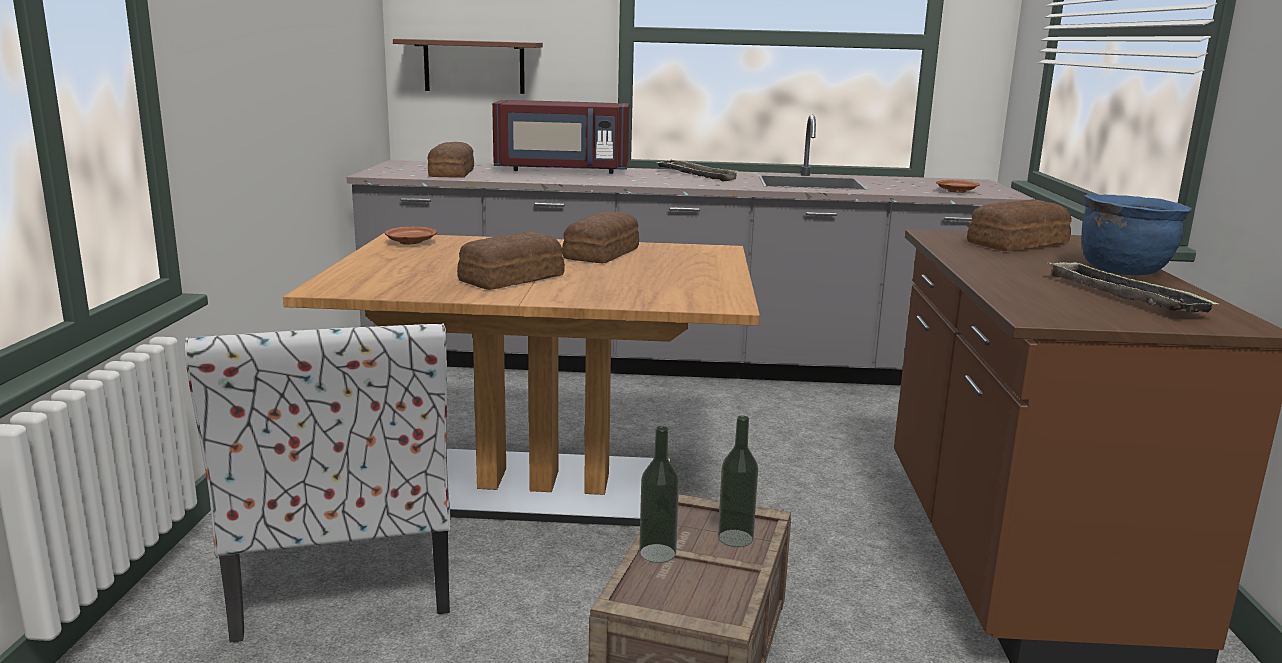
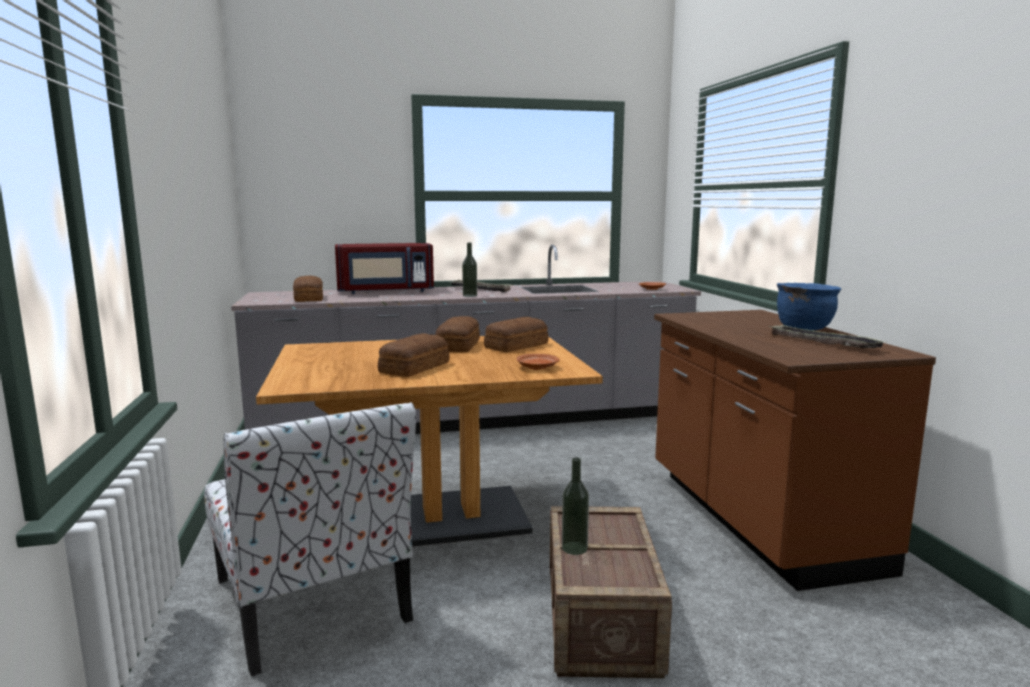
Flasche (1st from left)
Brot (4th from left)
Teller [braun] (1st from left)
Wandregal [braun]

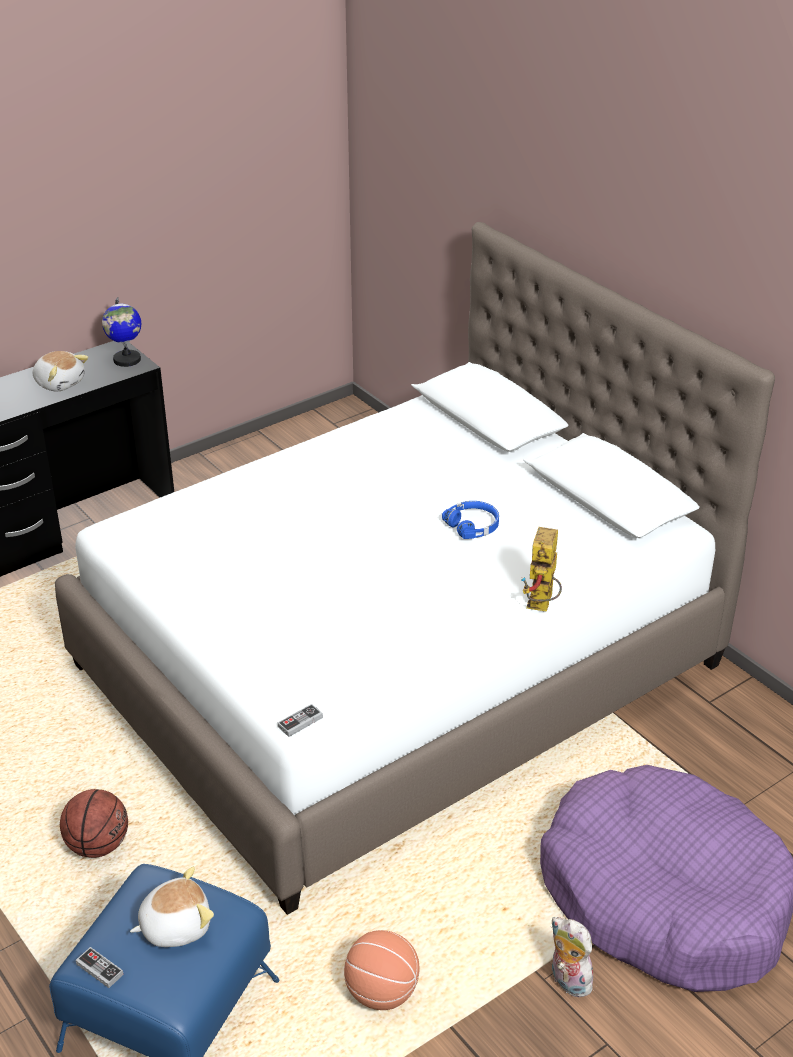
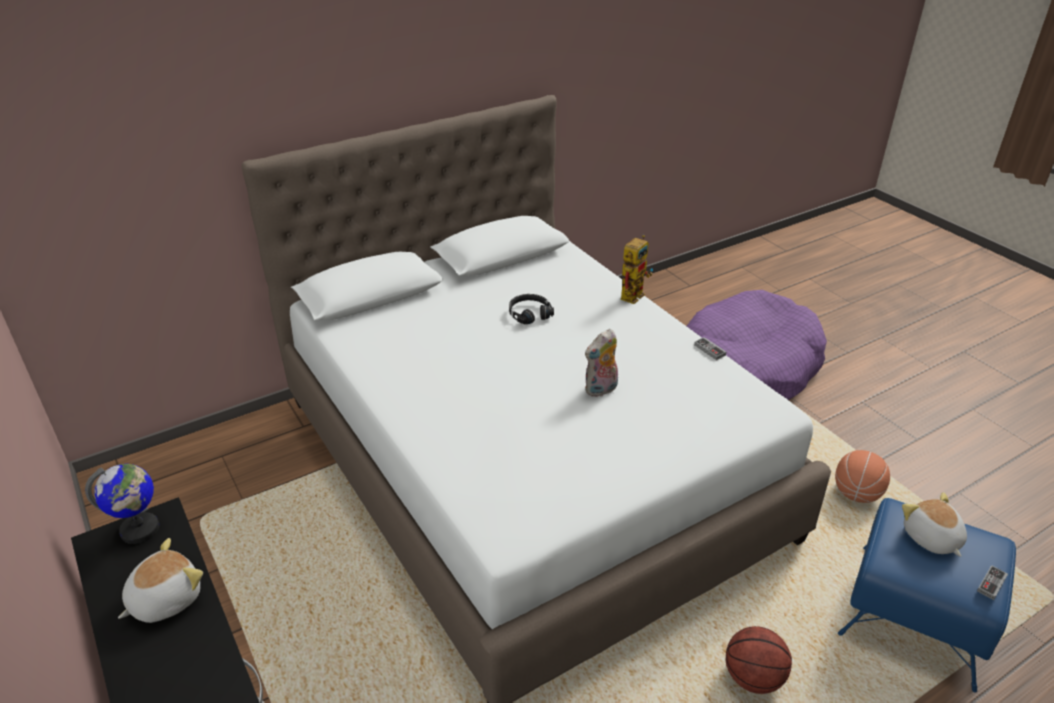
Kopfhörer [schwarz]
Plüschtier (2nd from left)
Spielzeugroboter
Gamepad (1st from left)

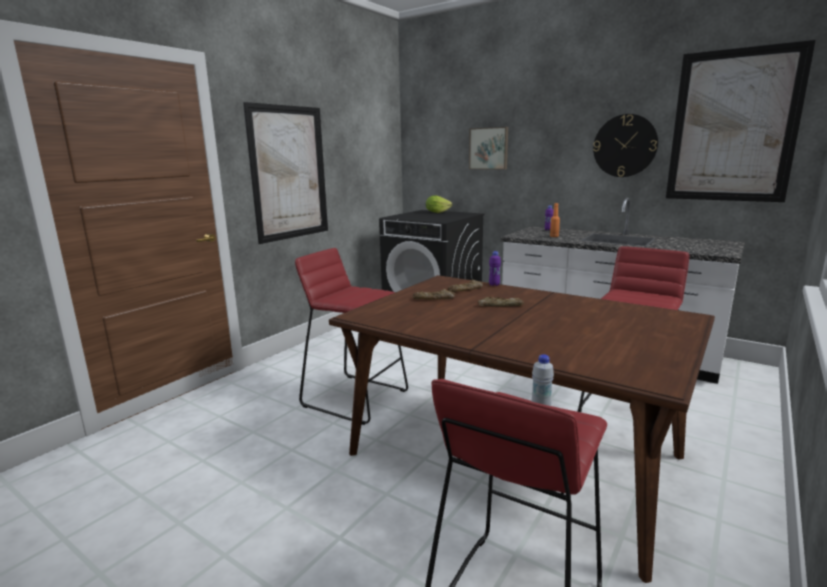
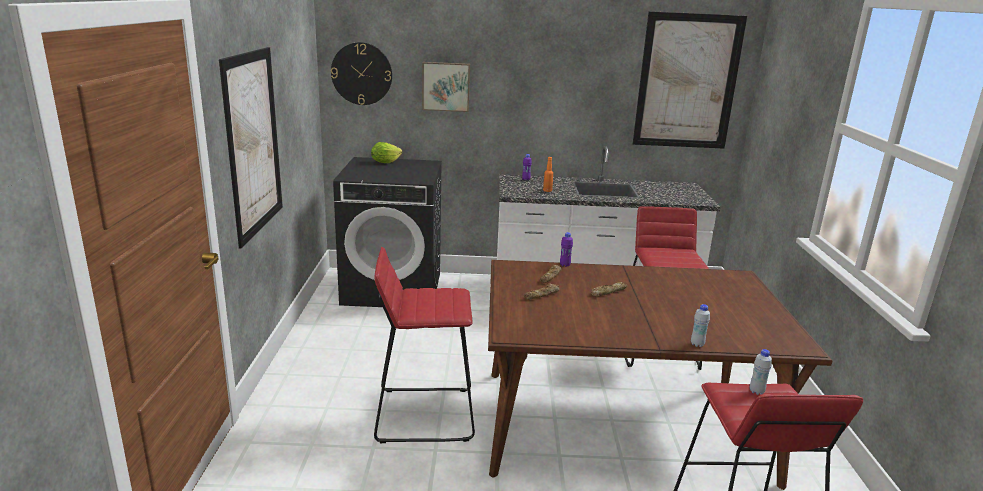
Wanduhr
Flasche [weiß] (1st from left)

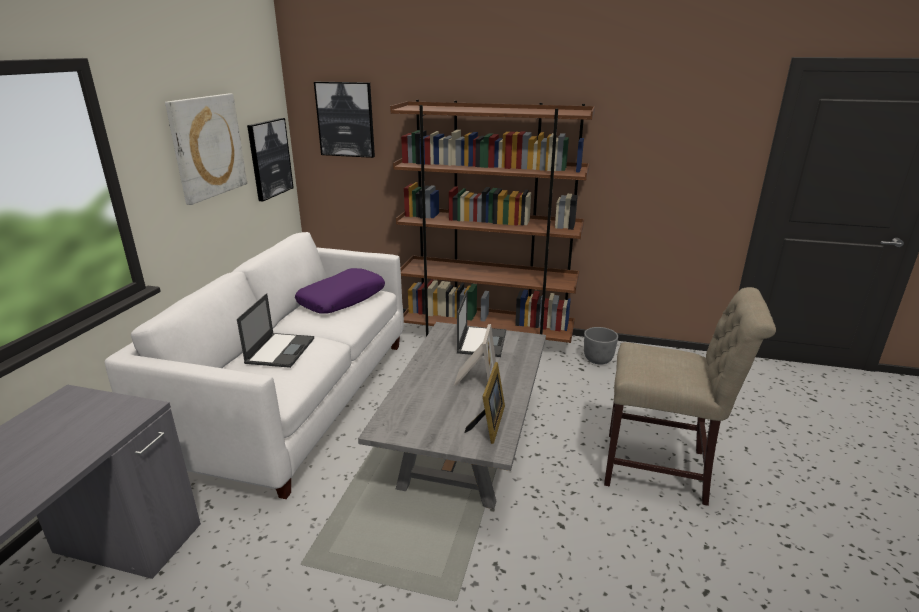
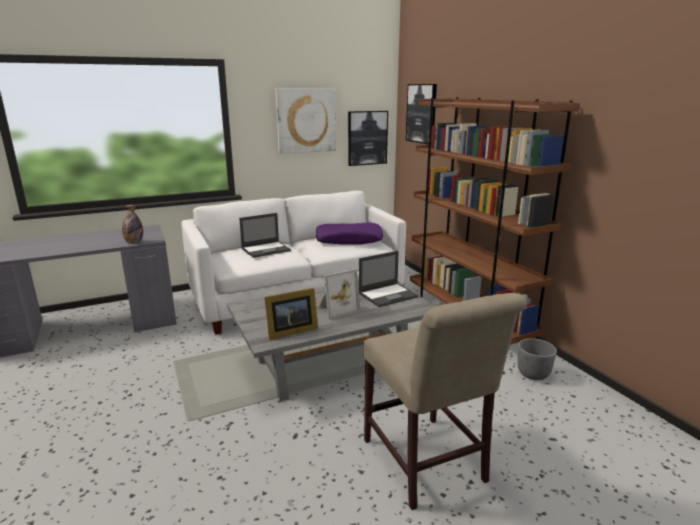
Flasche

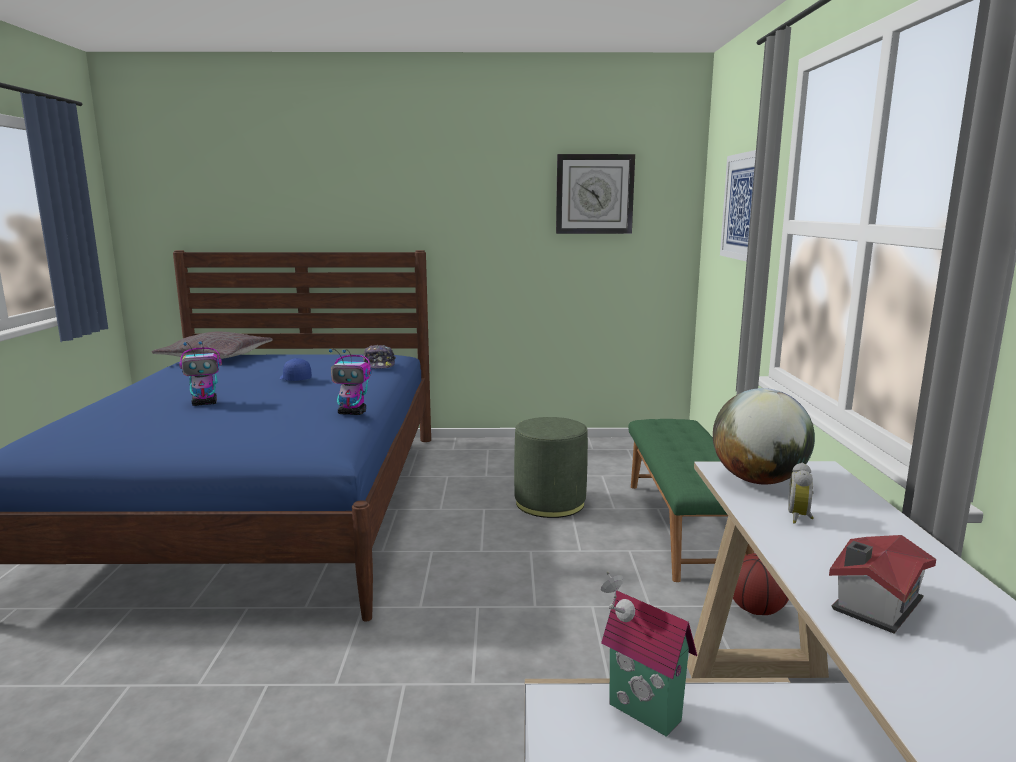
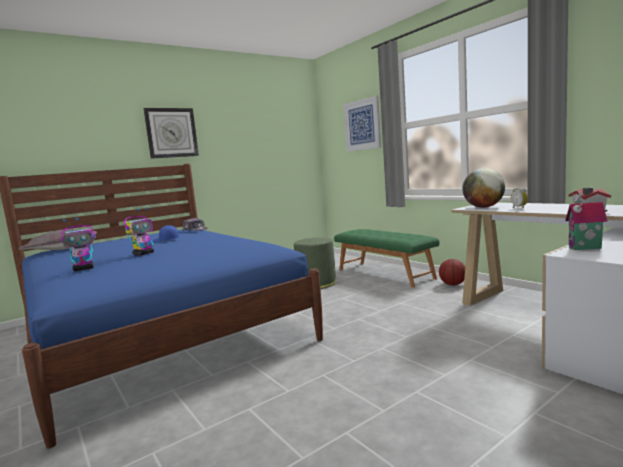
Spielzeugroboter (1st from left)
Wanduhr

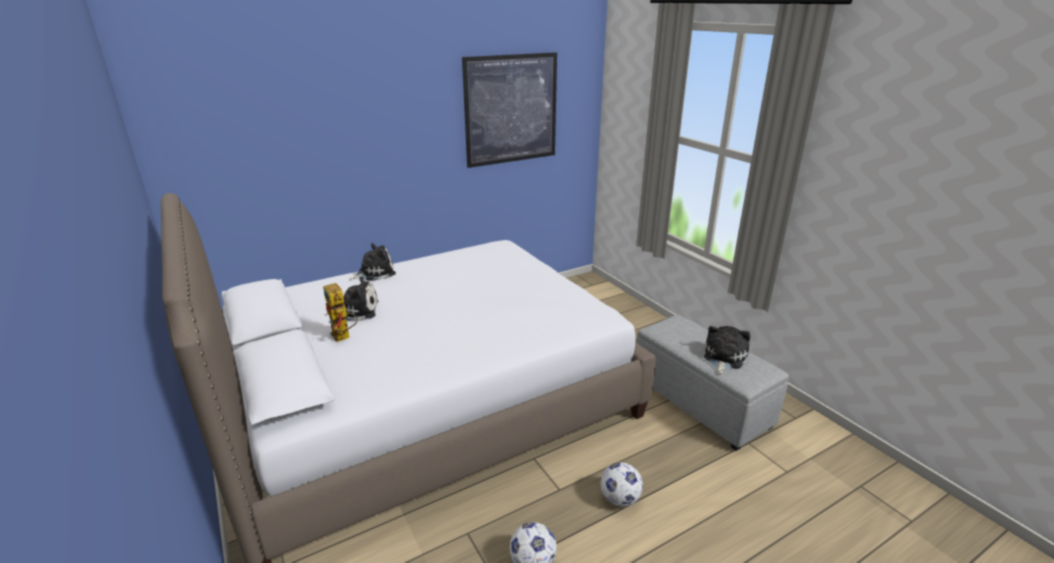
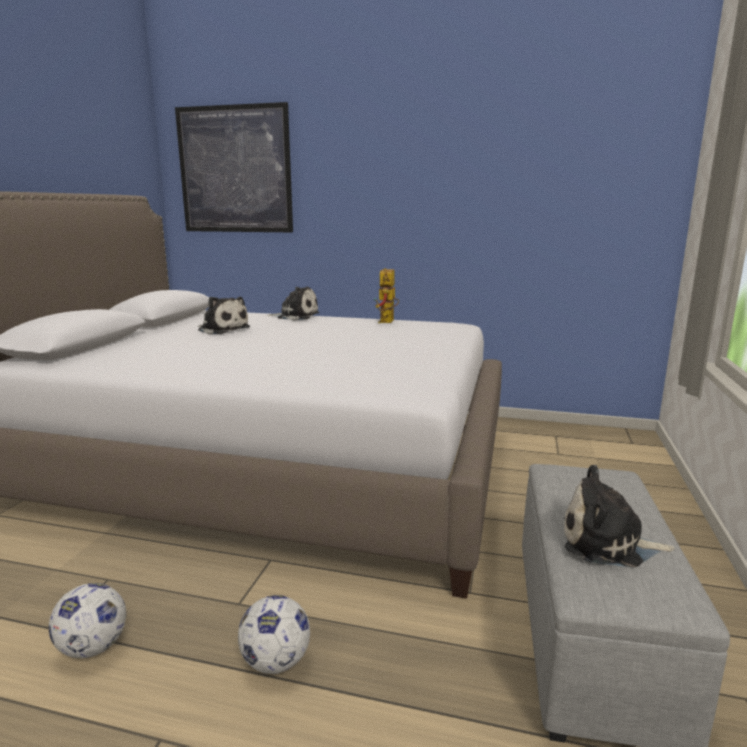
Bild
Spielzeugroboter
Plüschtier (3rd from left)

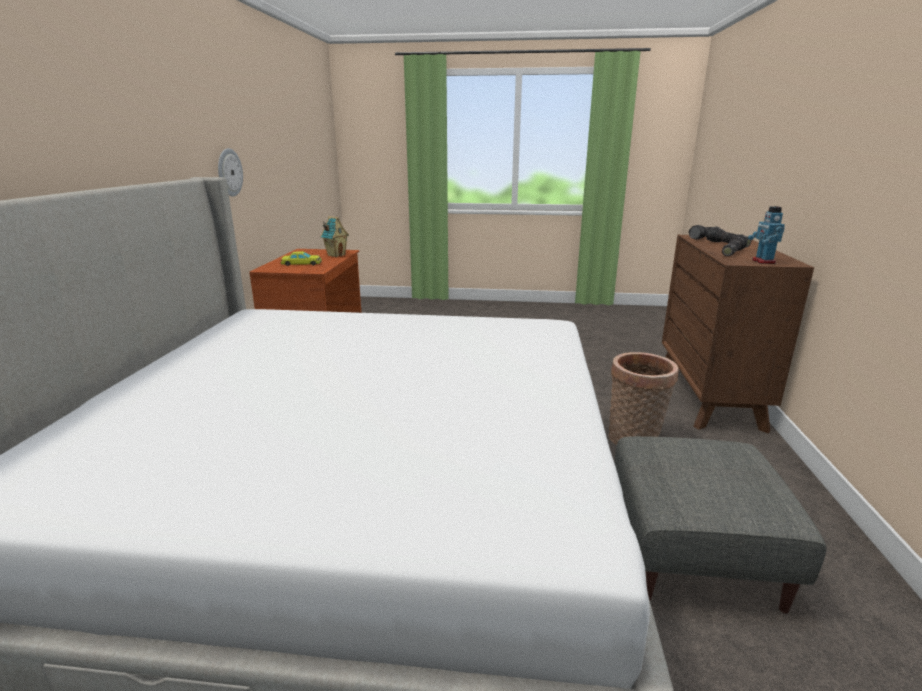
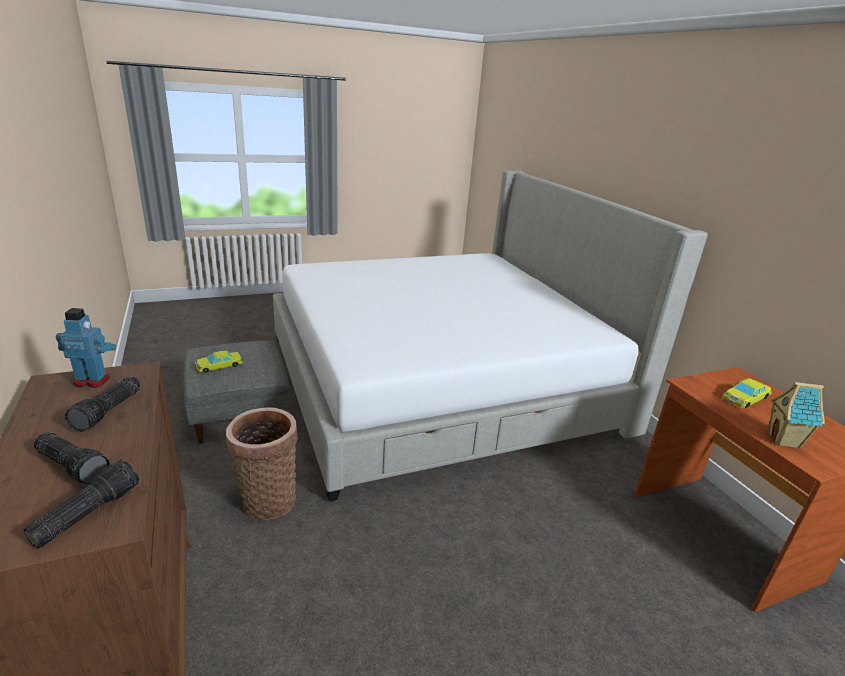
Spielzeugroboter
Spielzeugauto [gelb] (1st from left)
Wanduhr

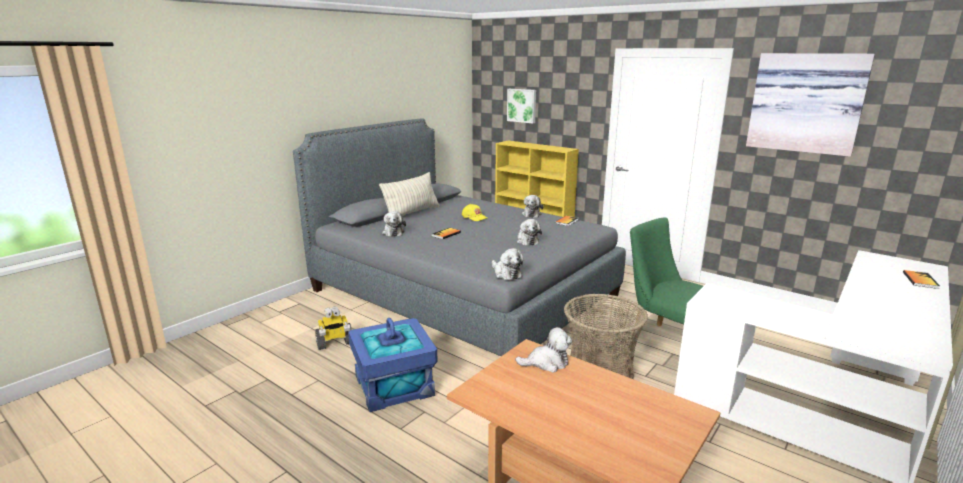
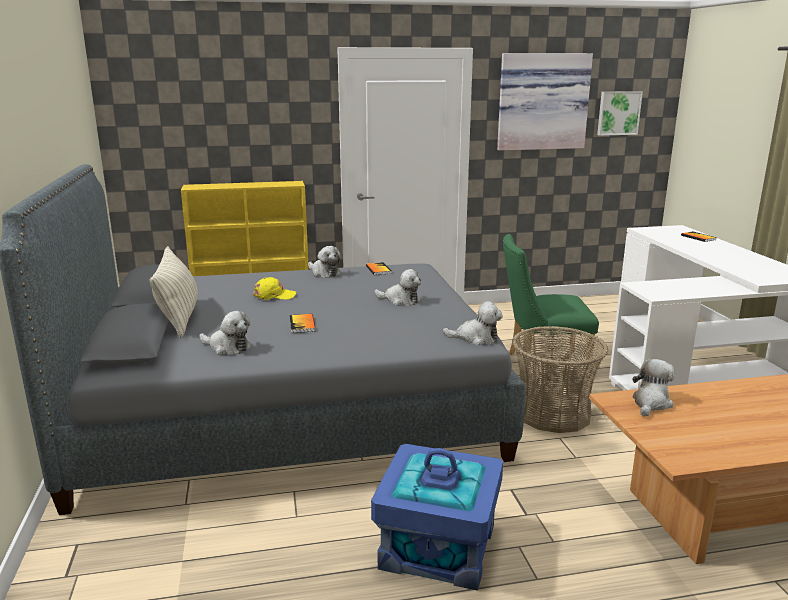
Bild (2nd from left)
Spielzeugroboter

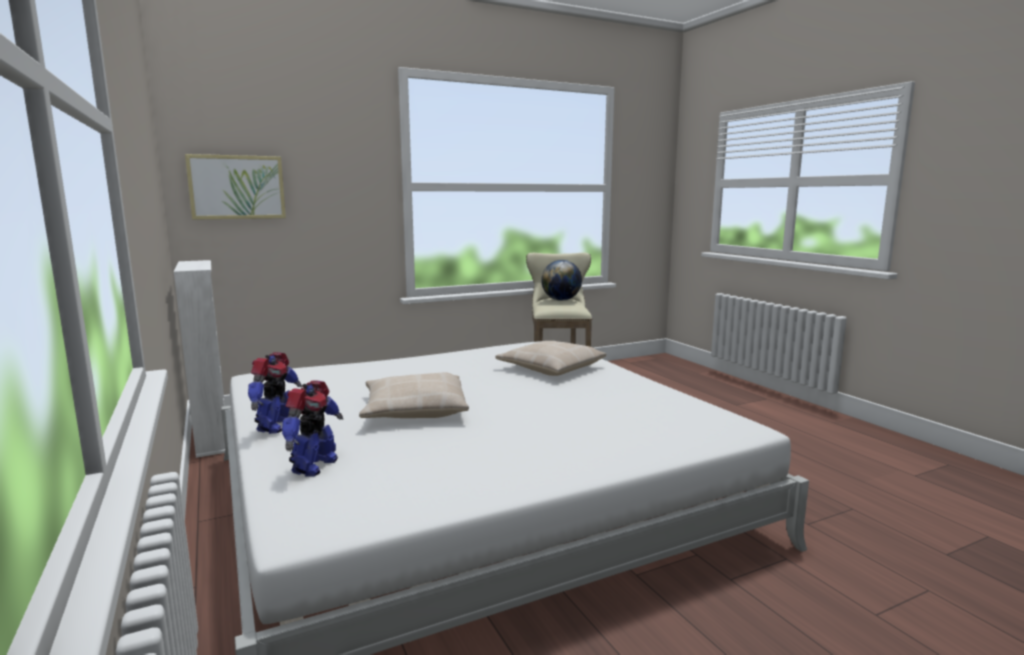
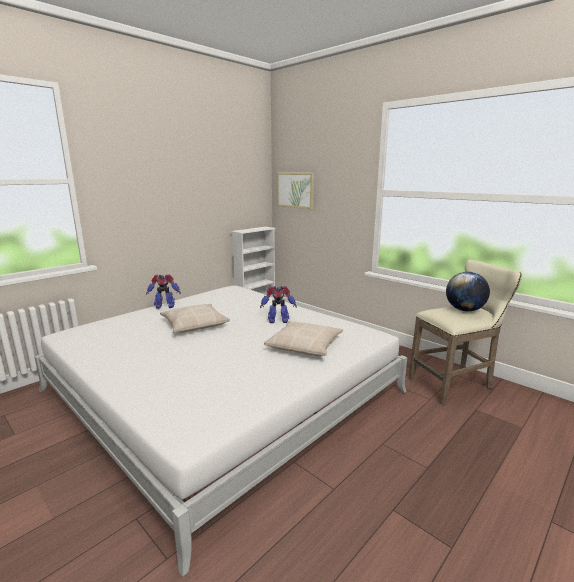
Spielzeugroboter (2nd from left)

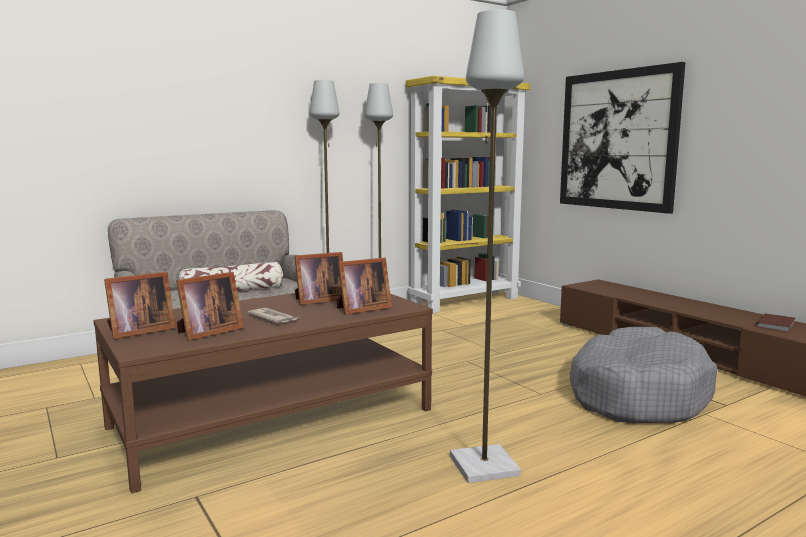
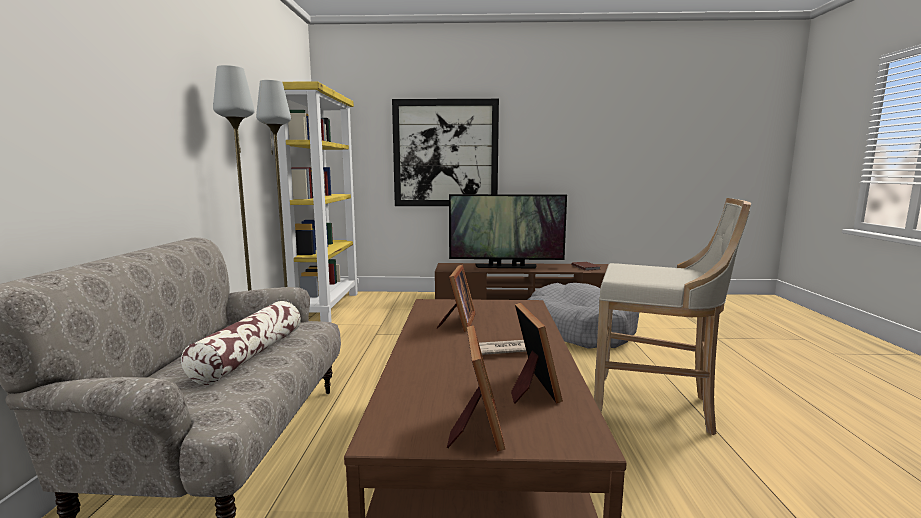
Fernseher
Hocker [beige]
Bilderrahmen (4th from left in the first image)

